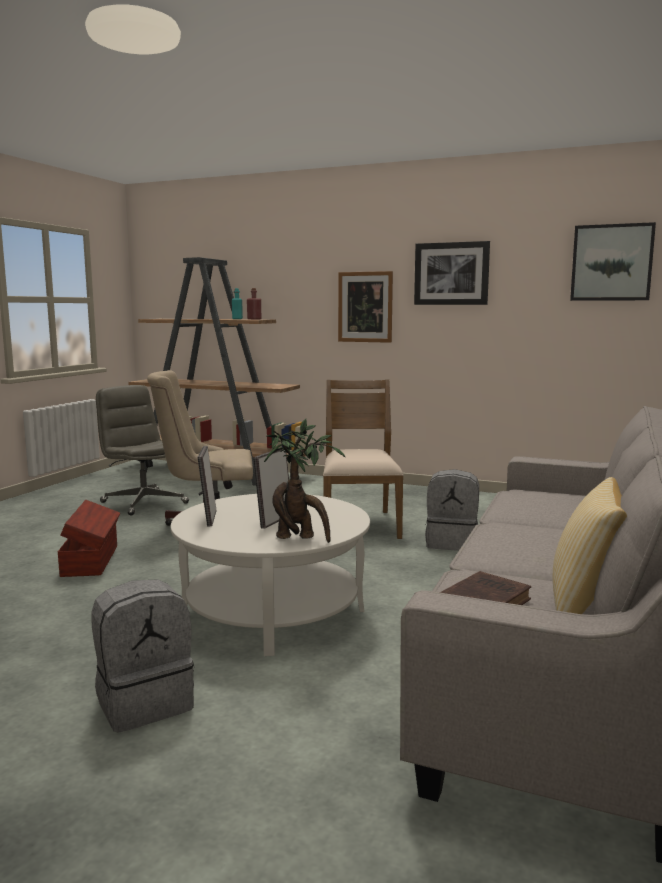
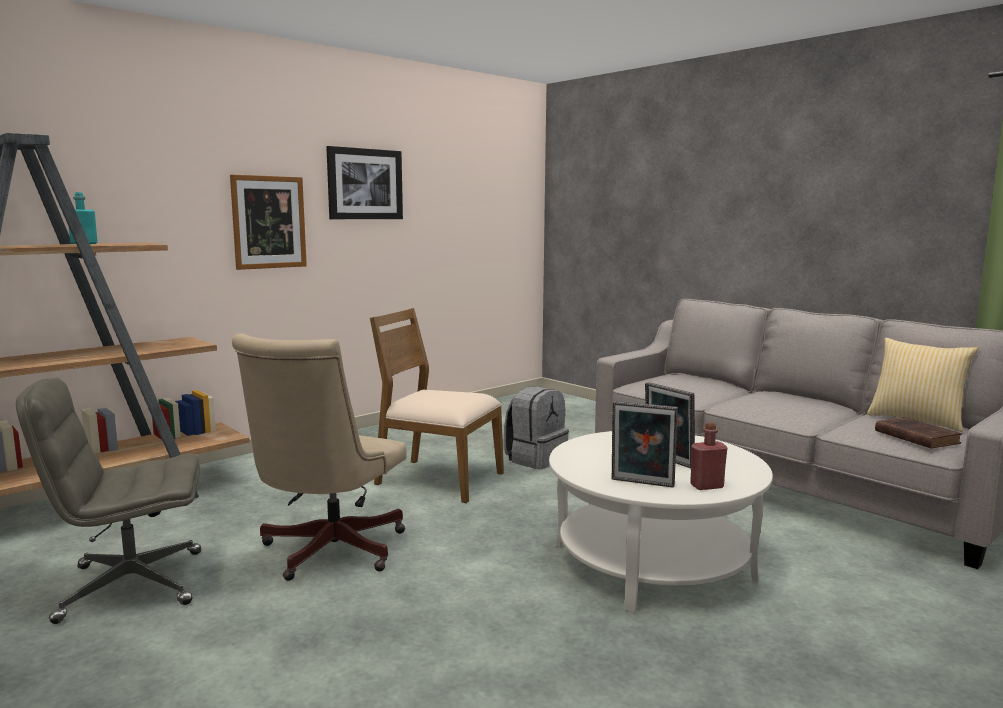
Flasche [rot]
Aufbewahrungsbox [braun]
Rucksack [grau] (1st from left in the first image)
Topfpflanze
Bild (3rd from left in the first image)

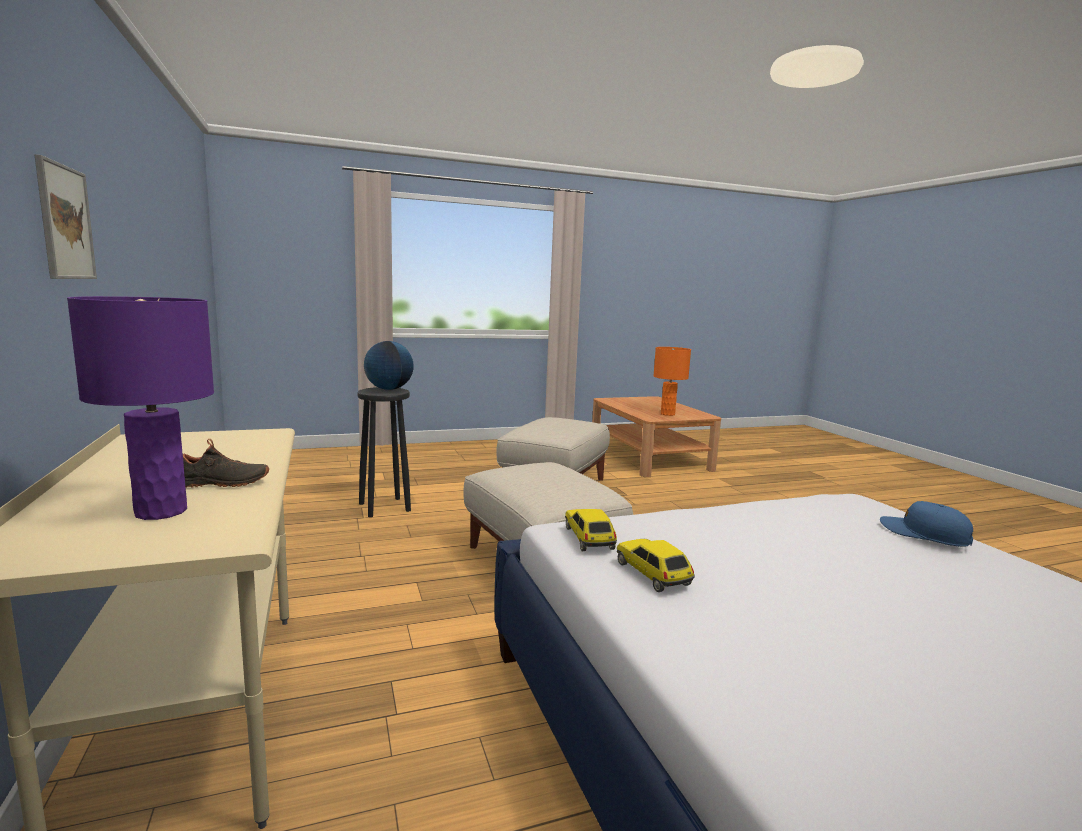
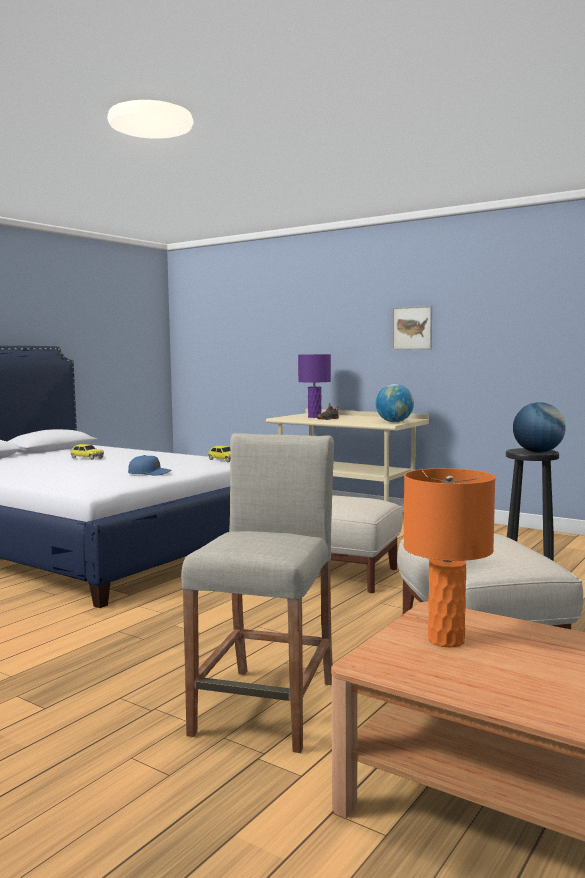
Spielzeugauto (1st from left)
Kappe [blau]
Hocker [beige]
Globus (1st from left)

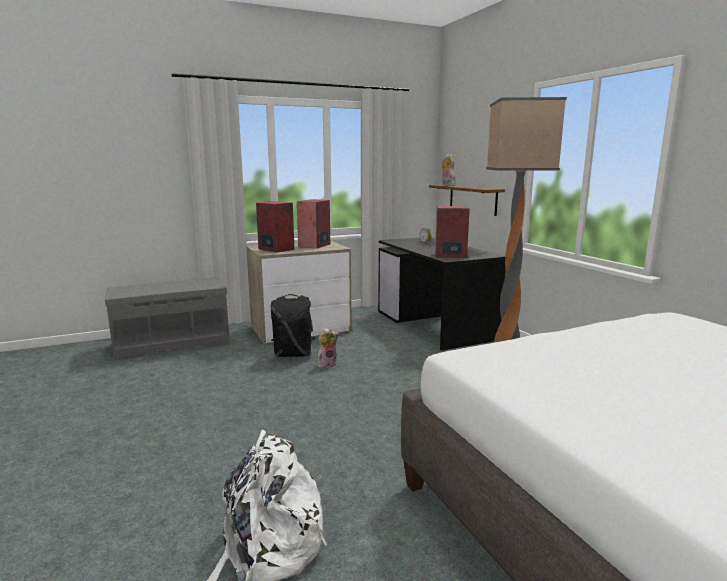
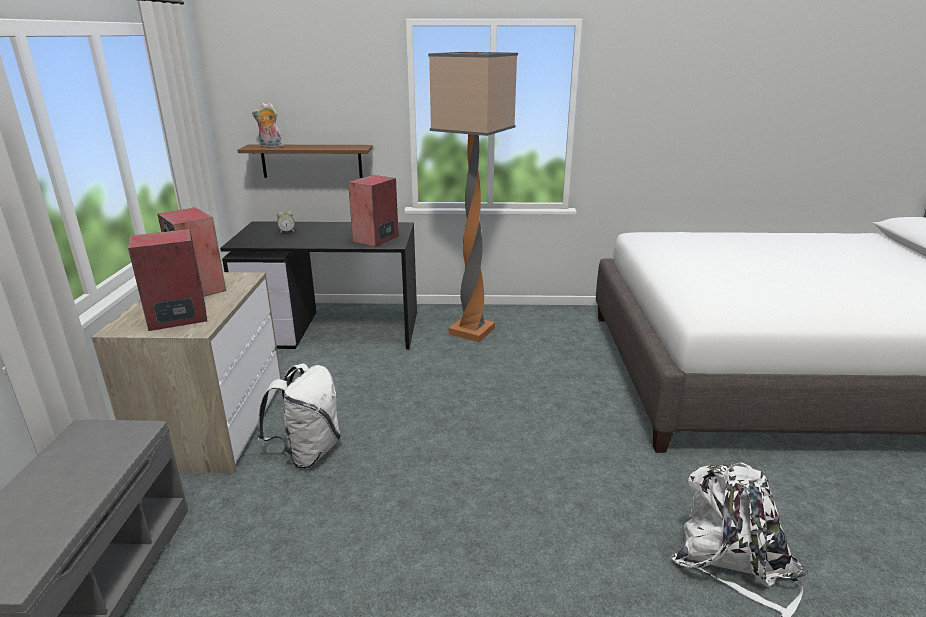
Rucksack [weiß] (1st from left)
Plüschtier (1st from left in the first image)

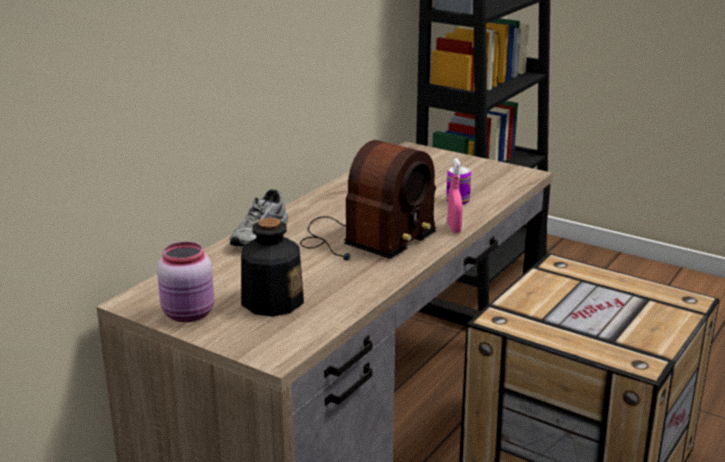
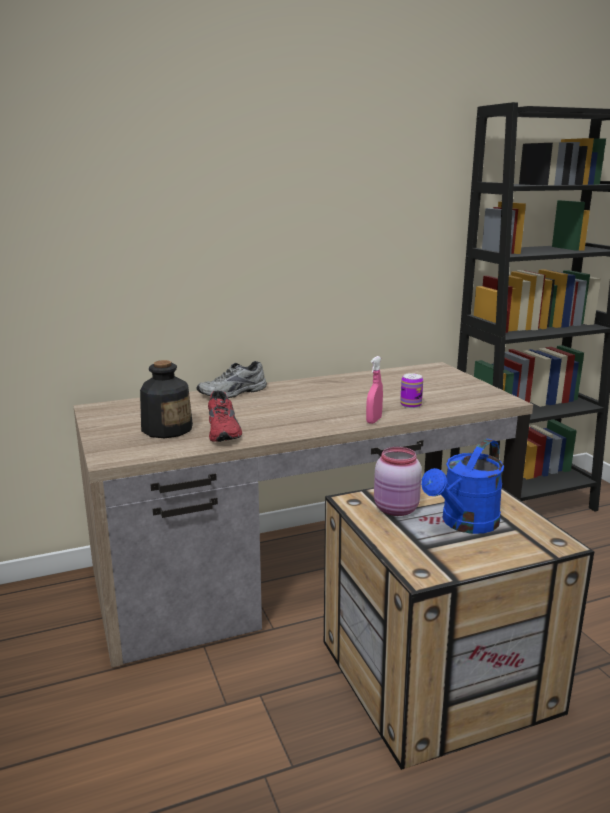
Schuh [rot]
Vorratsglas [rosa]
Gießkanne [blau]
Radio

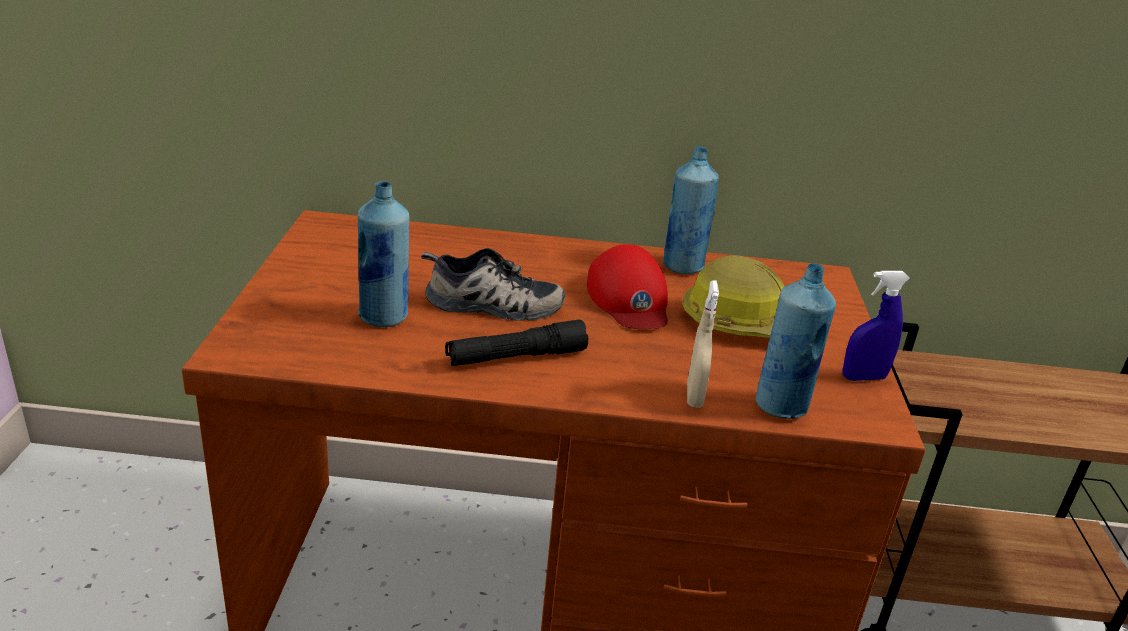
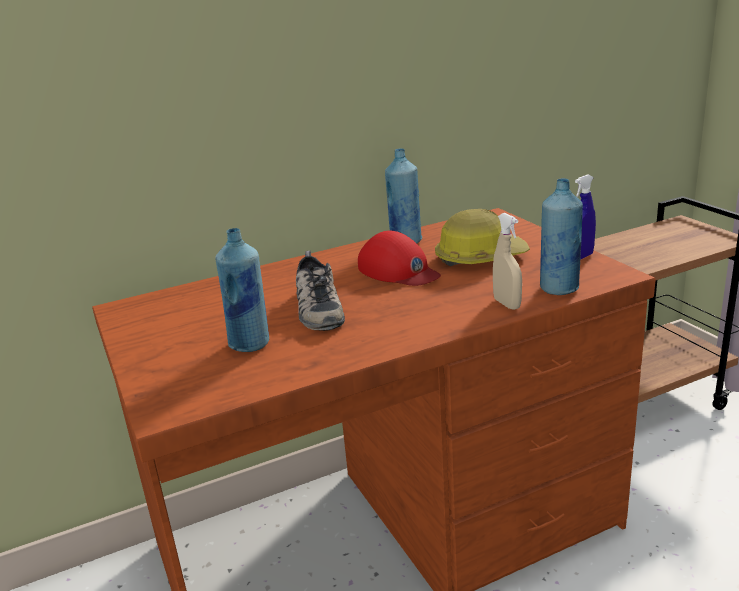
Schuh
Taschenlampe [schwarz]

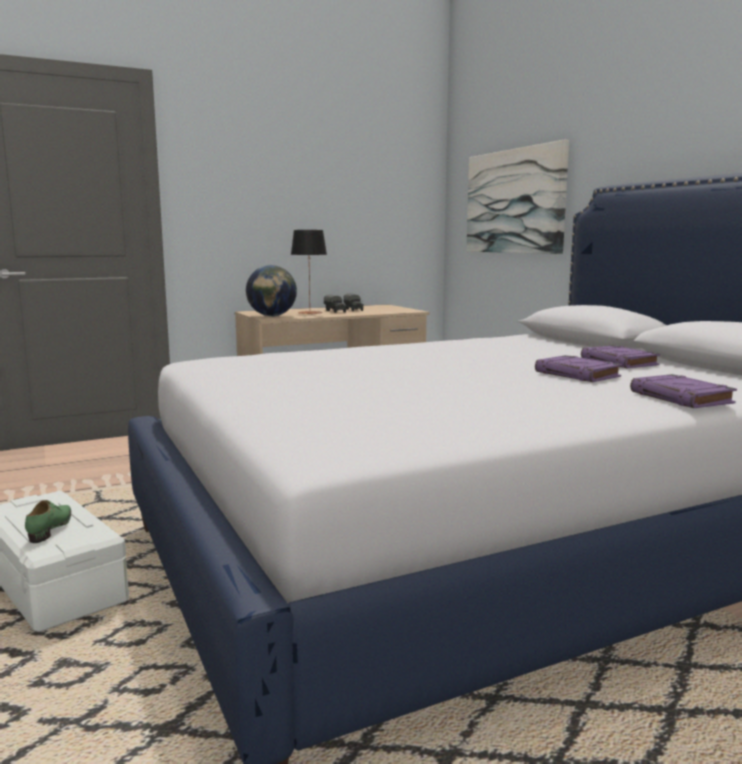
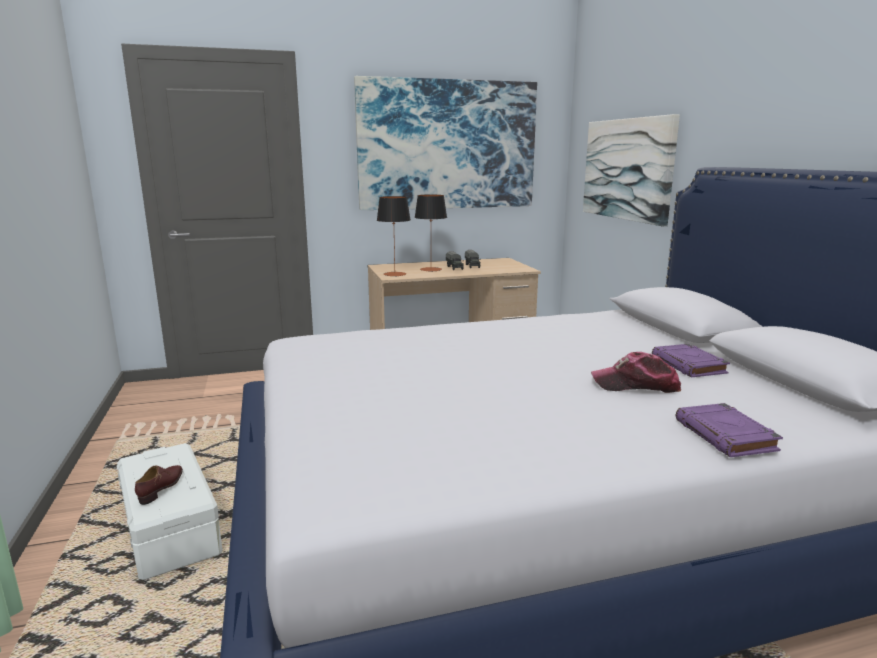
Schuh [braun]
Bild (1st from left)
Tischlampe (1st from left)
Kappe

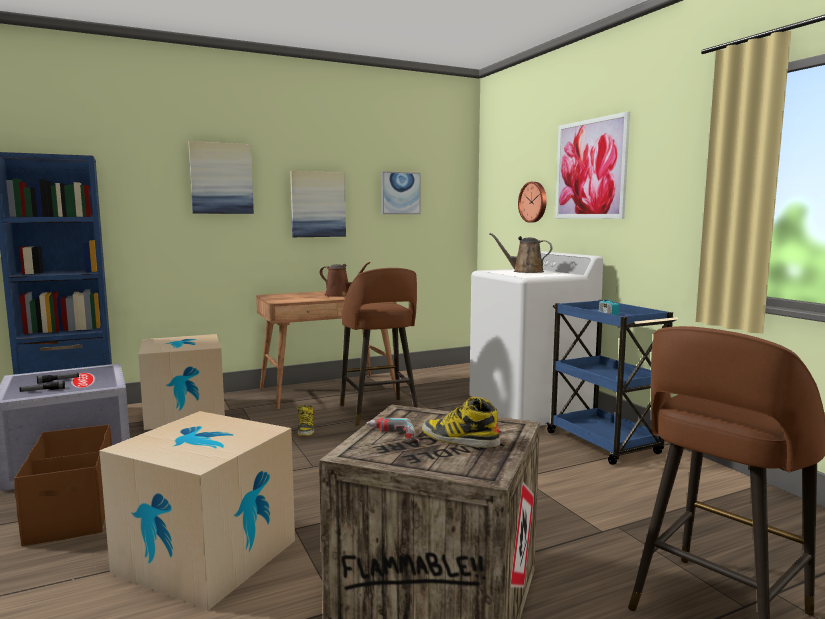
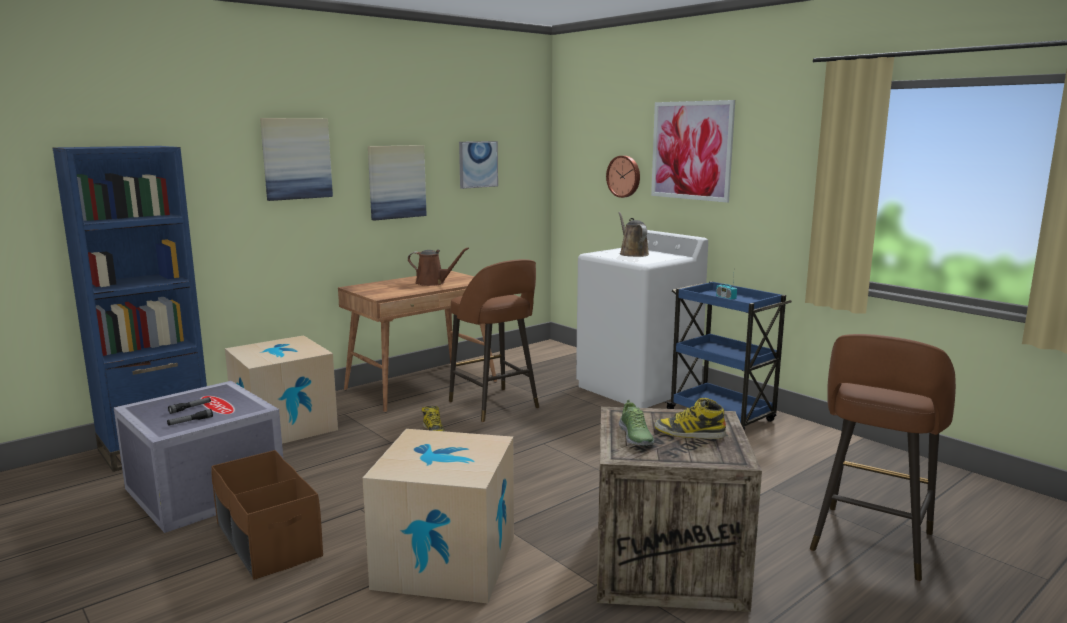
Gießkanne [braun] (2nd from left)
Schuh

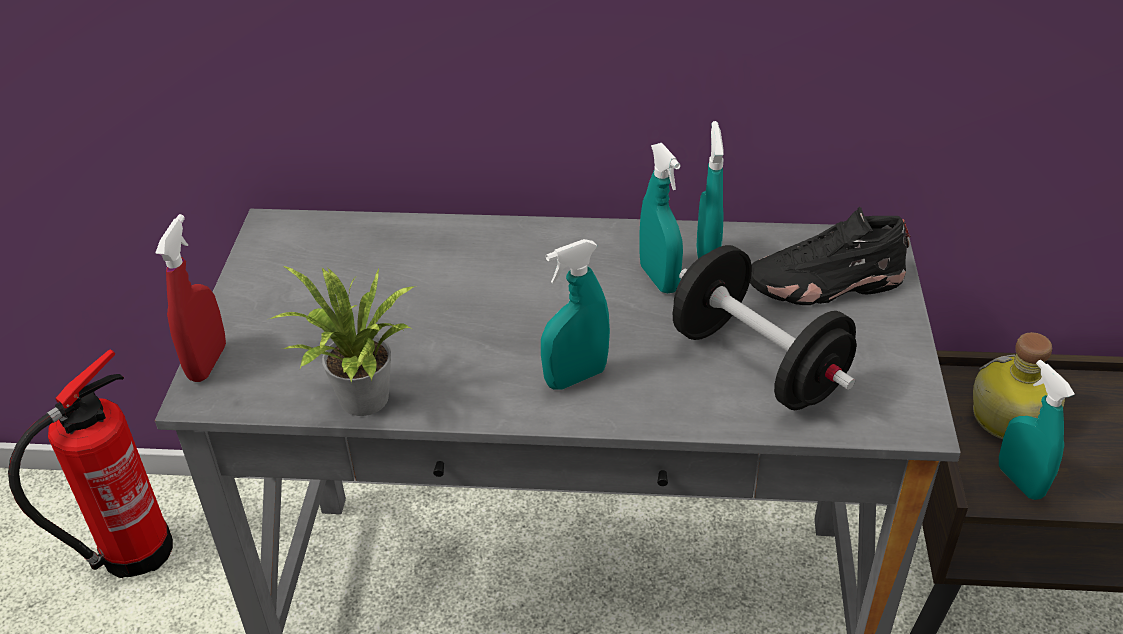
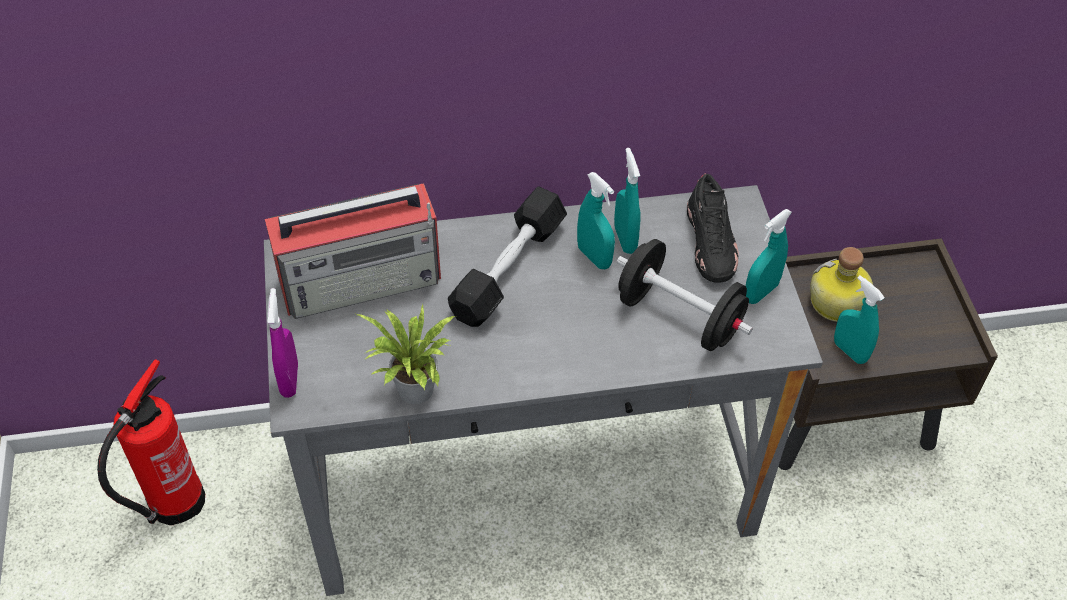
Radio
Sprühflasche [lila]
Hantel [schwarz] (1st from left)
Schuh [schwarz]
Sprühflasche [türkis] (3rd from left)

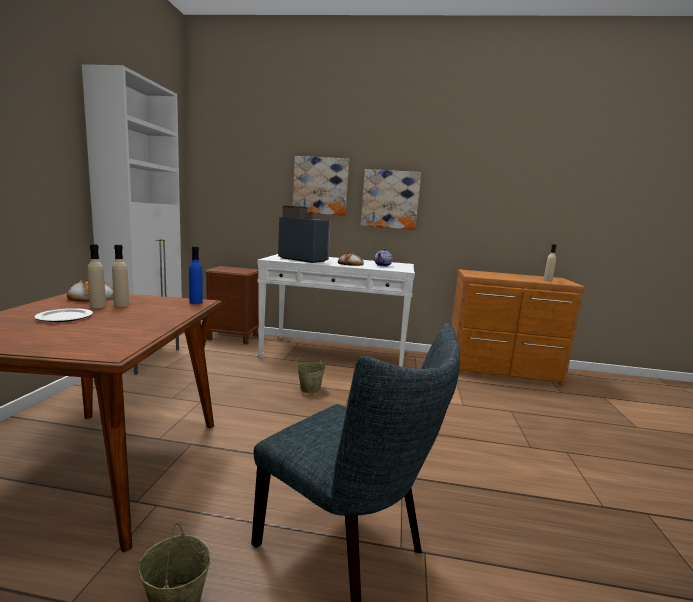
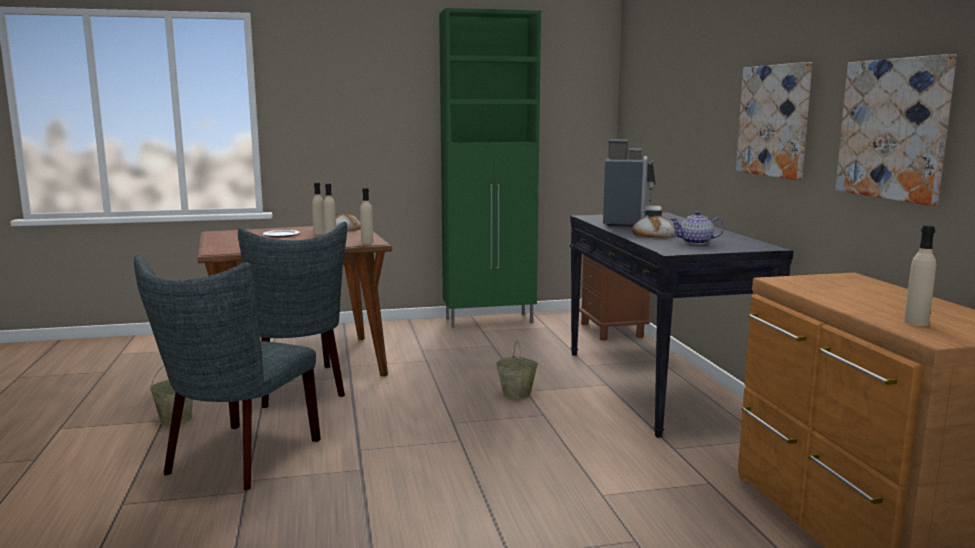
Stuhl [grau] (2nd from left)
Flasche [beige] (3rd from left)
Schrank [grün]
Konsolentisch [schwarz]
Bild (2nd from left)

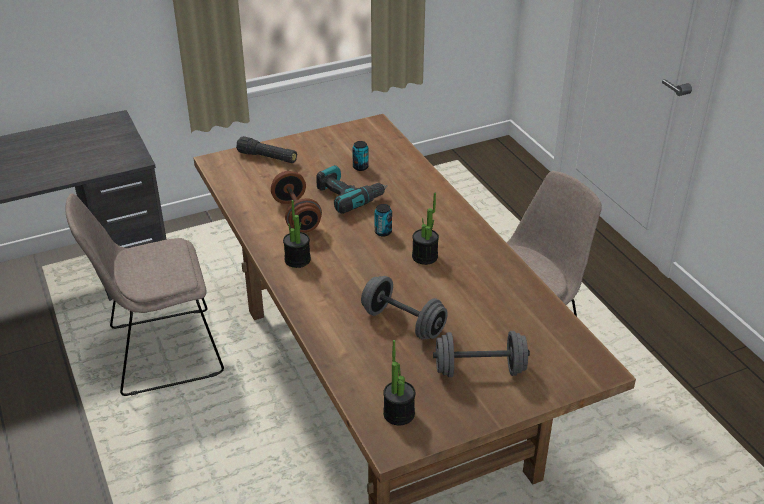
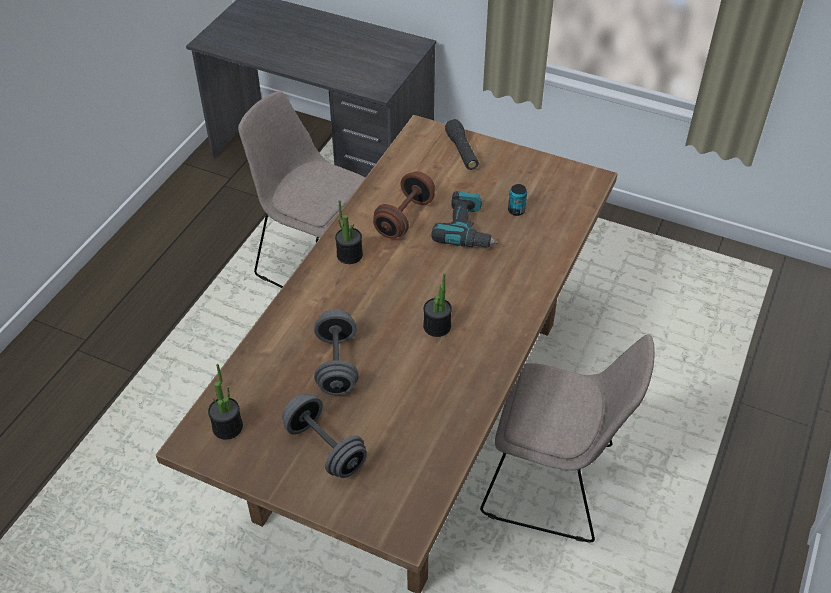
Dose (2nd from left in the first image)

